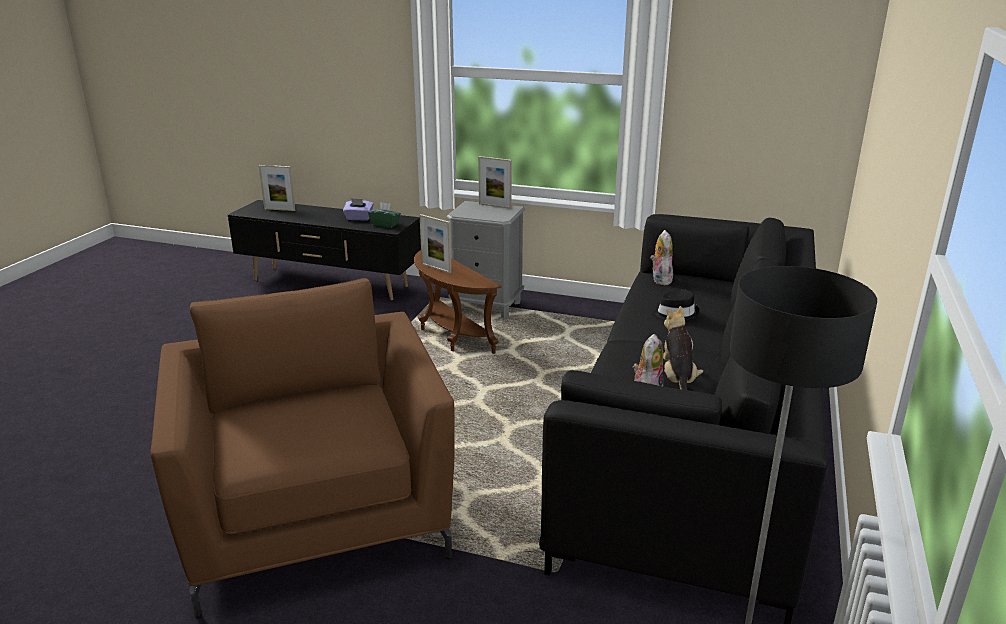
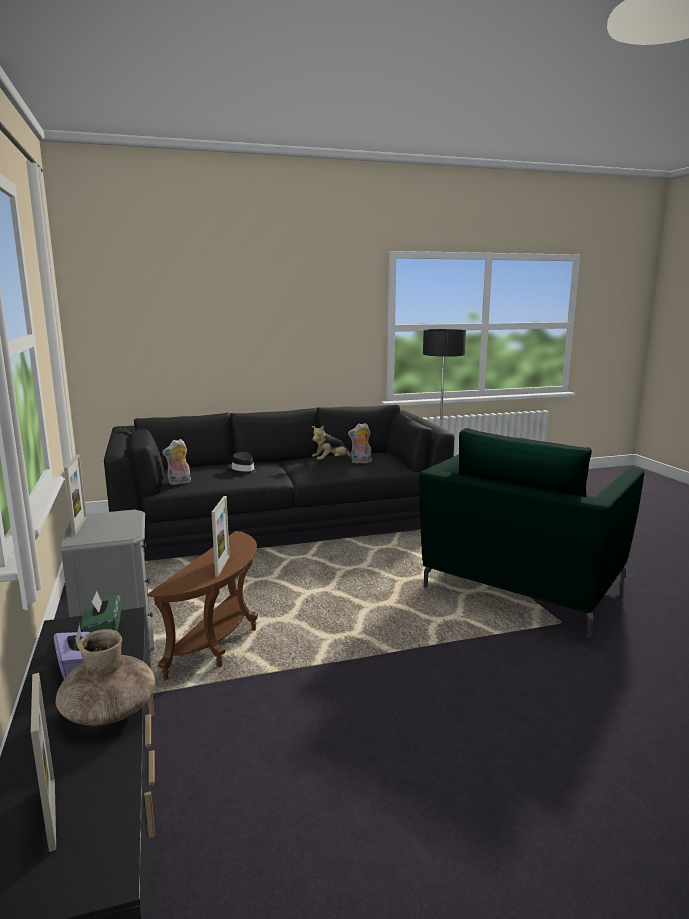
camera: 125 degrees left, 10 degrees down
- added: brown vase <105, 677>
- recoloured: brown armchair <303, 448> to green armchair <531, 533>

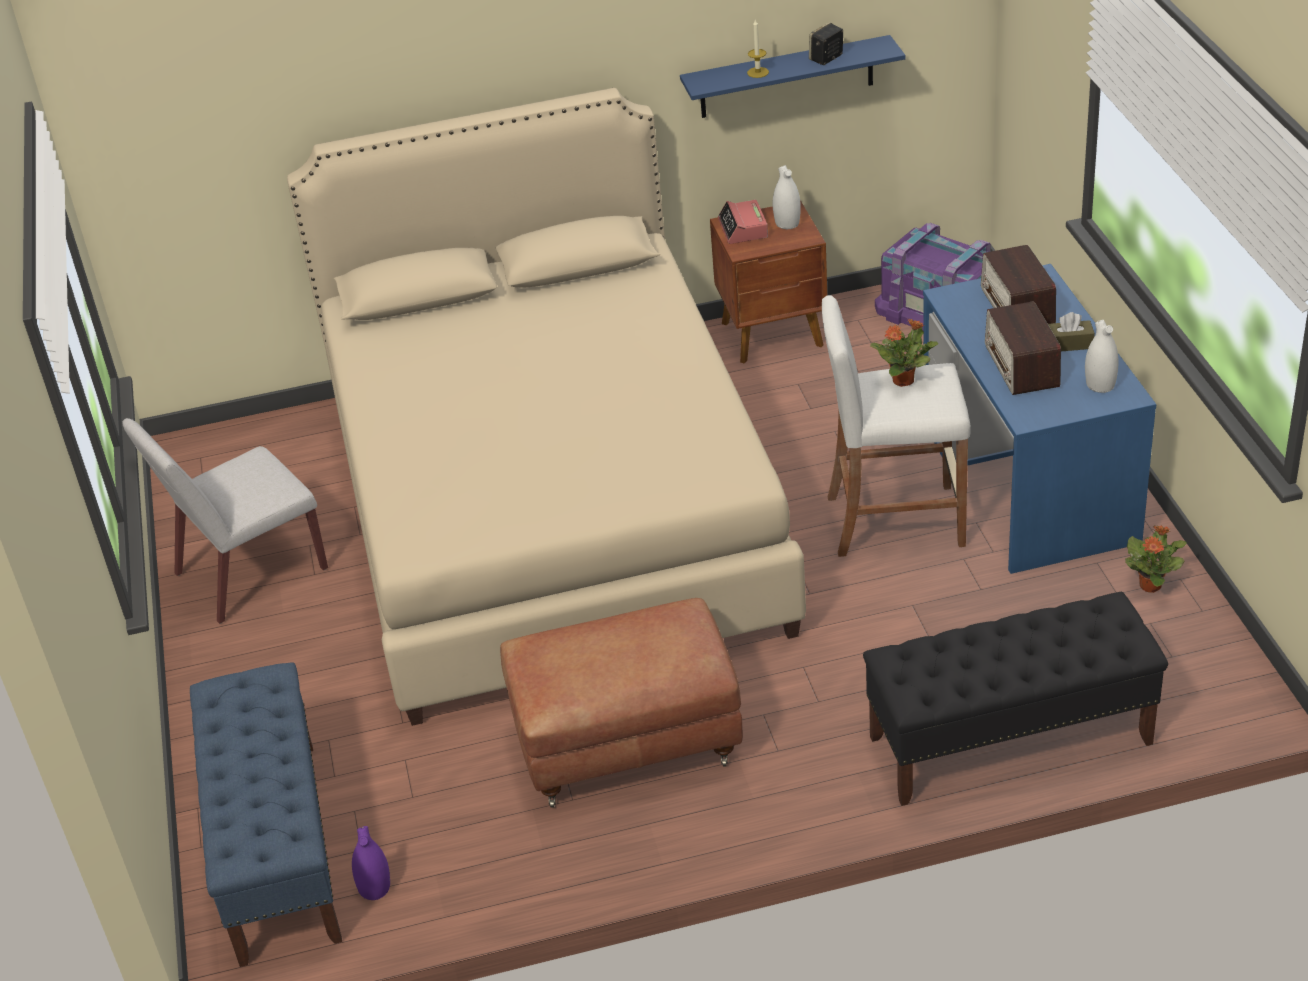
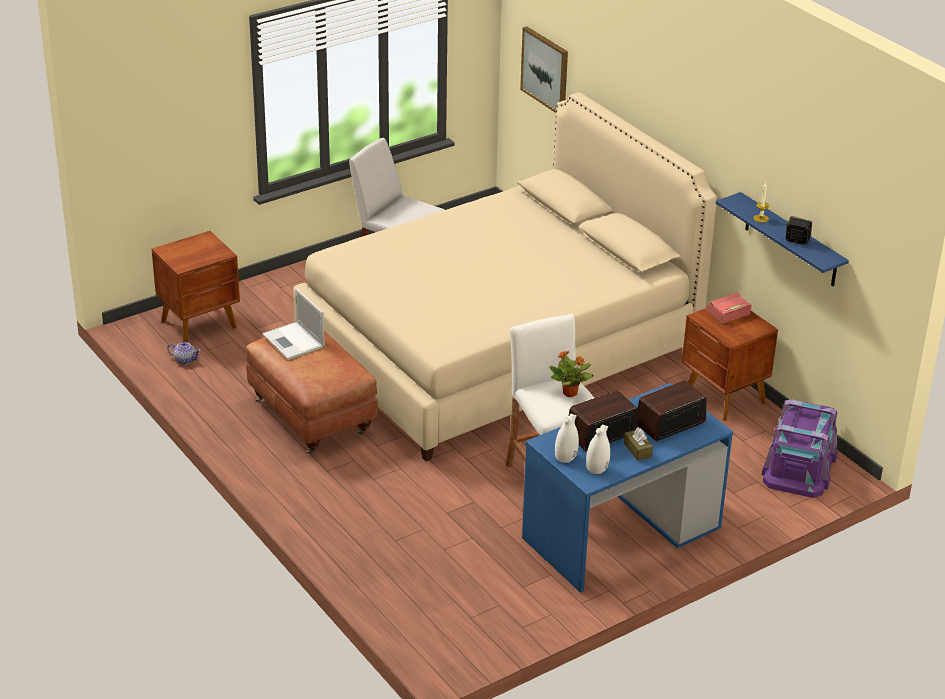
camera: 65 degrees right, 5 degrees down
- removed: black bench <1015, 699>
- removed: potted plant <1155, 559>
- added: laptop <293, 324>
- added: picture <544, 70>
- moved: white vase <787, 197> to <567, 438>
- replaced: blue bench <266, 814> to brown nightstand <196, 286>
- replaced: purple vase <371, 863> to teapot <184, 353>

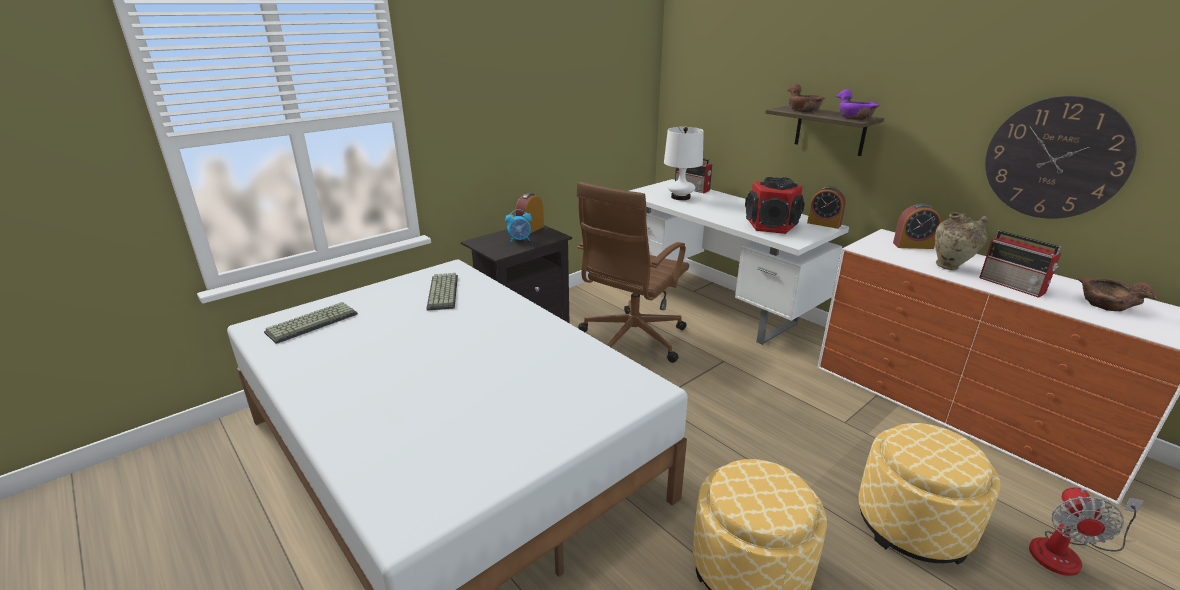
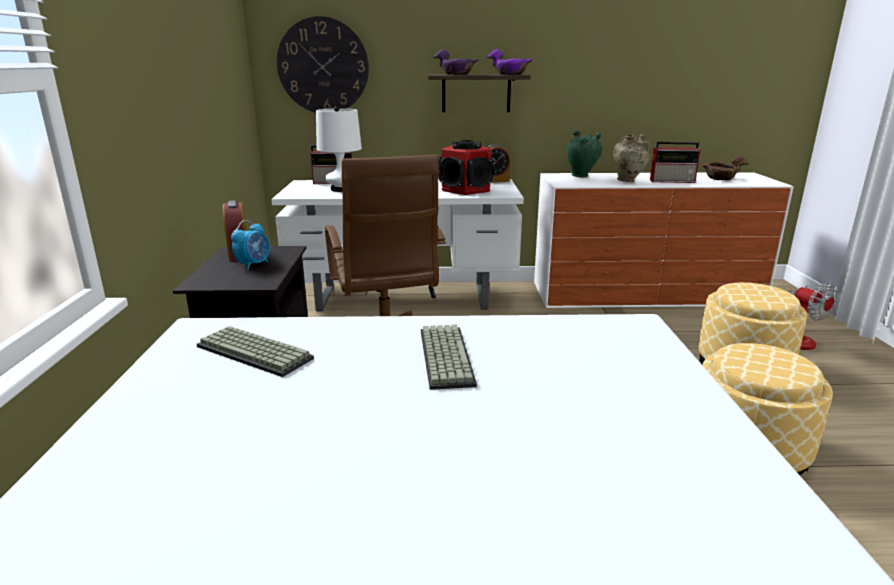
camera: 50 degrees left, 5 degrees down
- moved: keyboard <311, 323> to <449, 357>
- moved: wall clock <1061, 157> to <323, 64>
- replaced: alarm clock <917, 226> to green vase <584, 154>
- recoloured: brown bowl <806, 98> to purple bowl <456, 62>

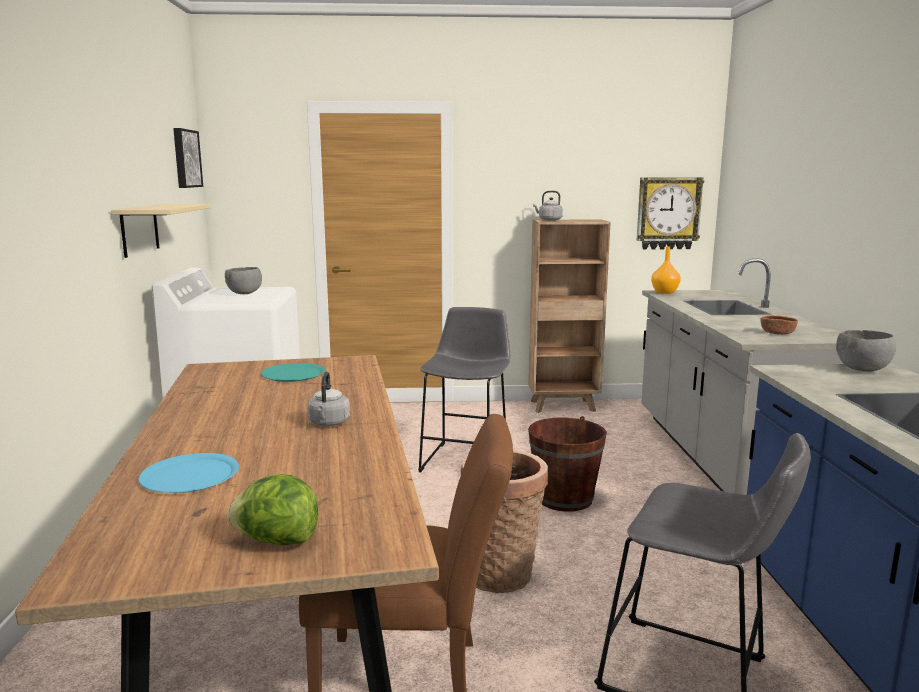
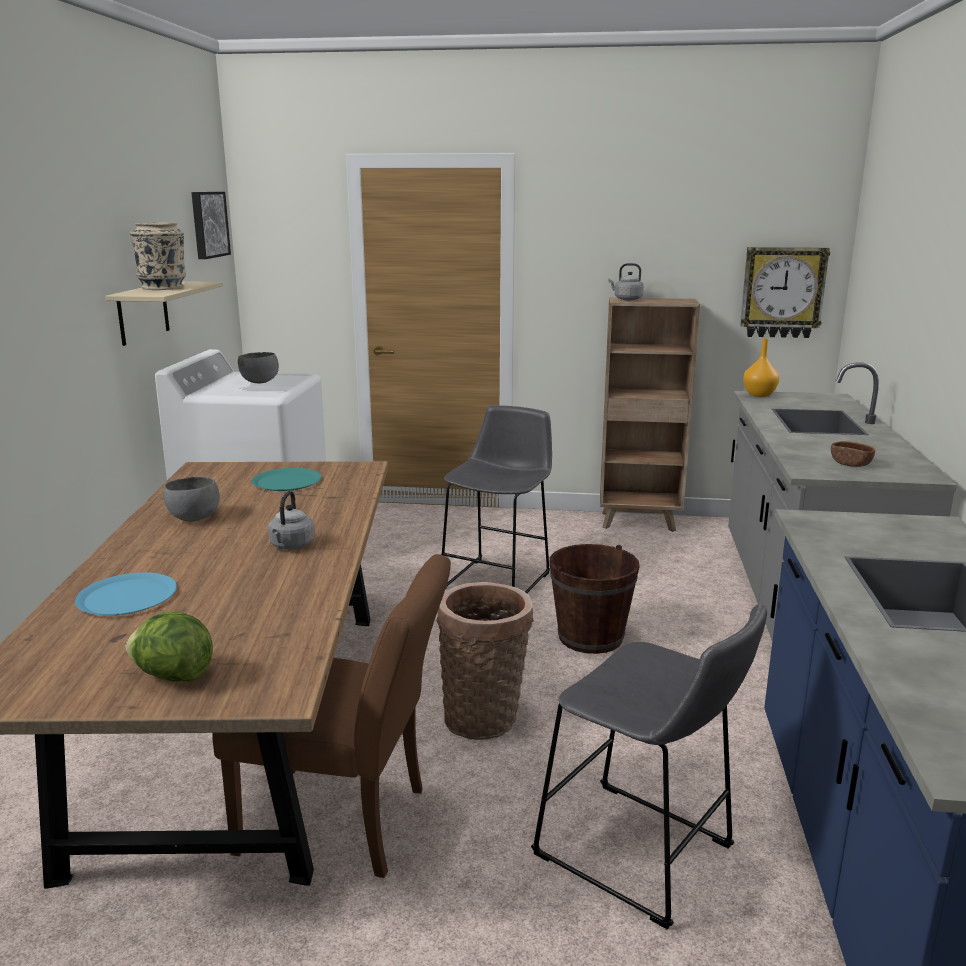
camera: 10 degrees right, 5 degrees up
- added: beige vase <158, 256>
- moved: grey bowl <866, 351> to <191, 499>

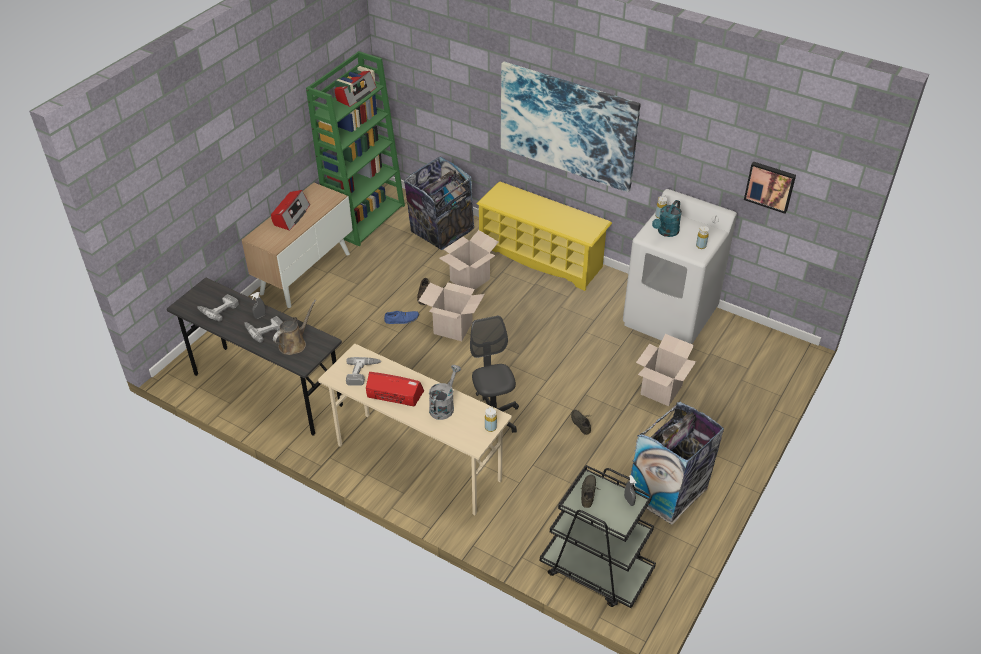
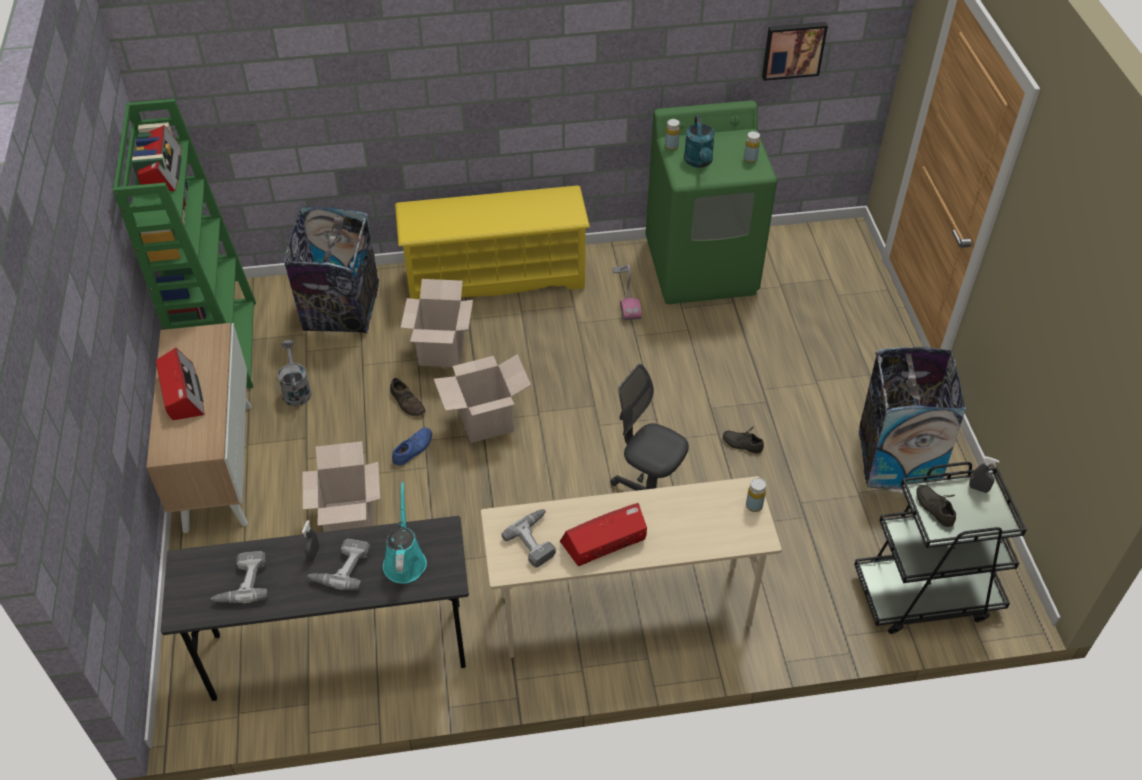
camera: 40 degrees left, 5 degrees up
- removed: picture <571, 127>
- added: vacuum cleaner <627, 292>
- moved: grey watering can <445, 392> to <294, 373>
- moved: cardboard box <666, 370> to <341, 486>
- recoloured: brown watering can <294, 327> to turquoise watering can <405, 533>
- recoloured: white washing machine <680, 266> to green washing machine <711, 202>

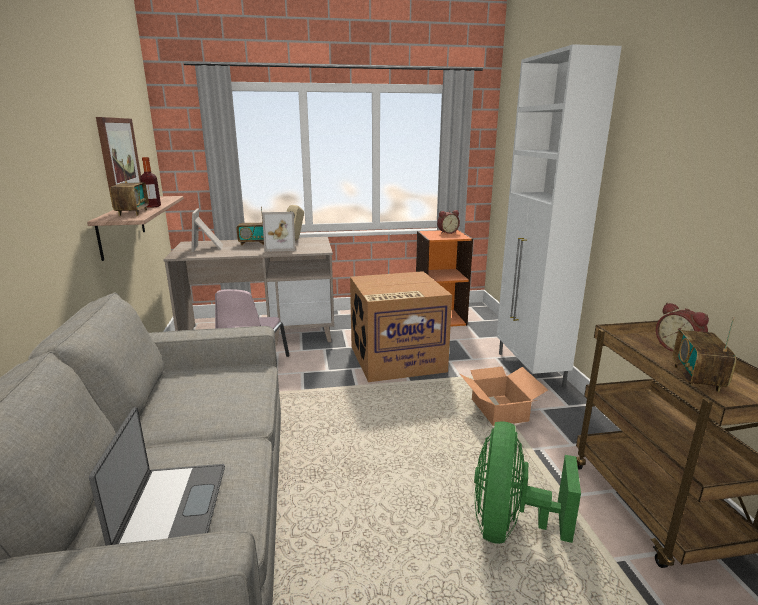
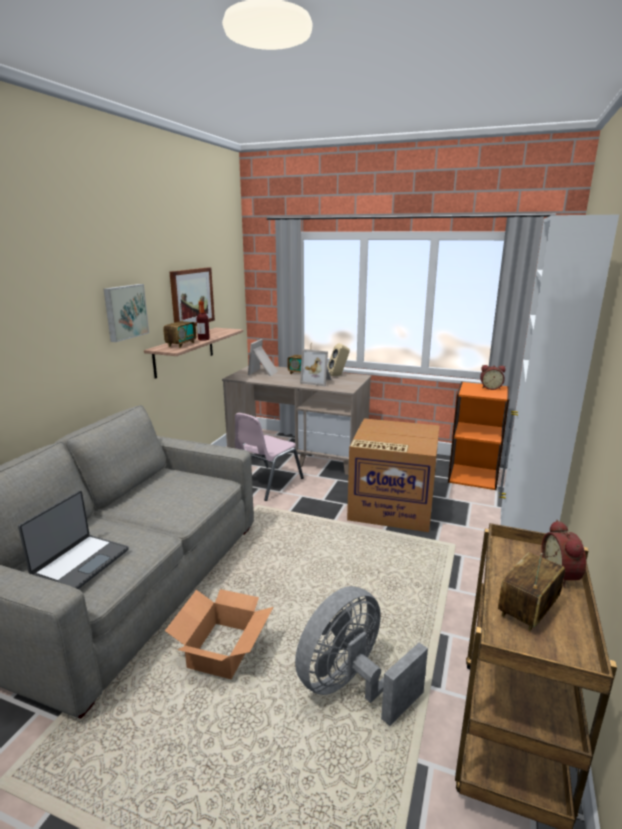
camera: 30 degrees right, 0 degrees up
- added: picture <126, 313>
- moved: cardboard box <504, 396> to <219, 634>
- recoloured: green fan <527, 483> to grey fan <361, 656>

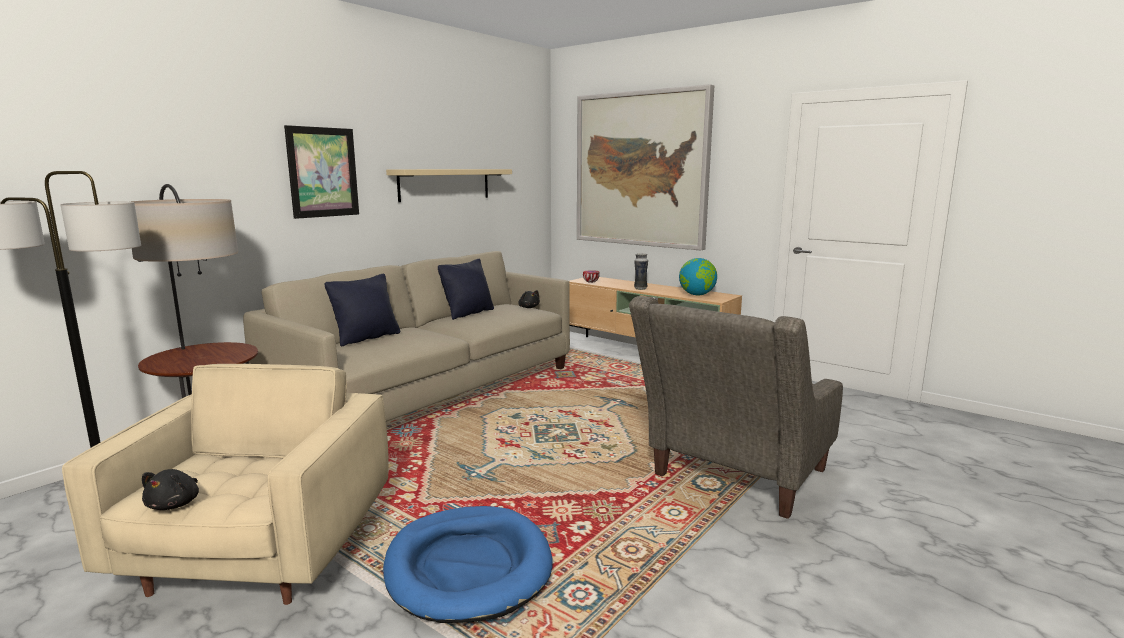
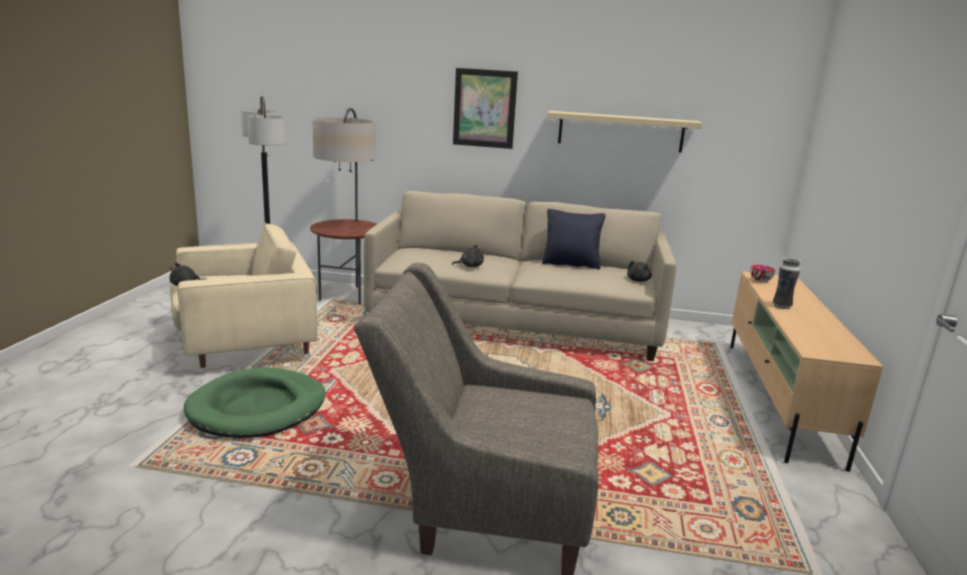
camera: 60 degrees right, 5 degrees up
- removed: black pillow <362, 310>
- removed: picture <645, 167>
- removed: globe <698, 276>
- added: black plush toy <468, 256>
- recoloured: blue dog bed <468, 564> to green dog bed <255, 402>

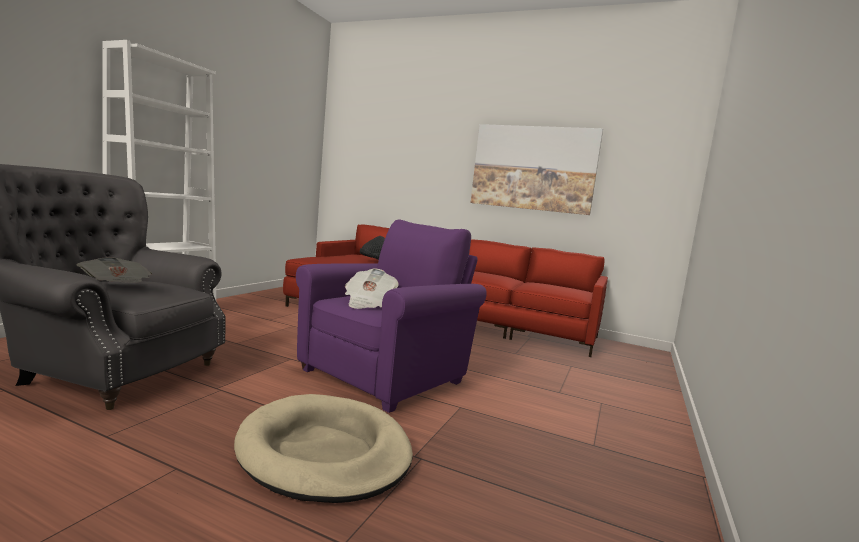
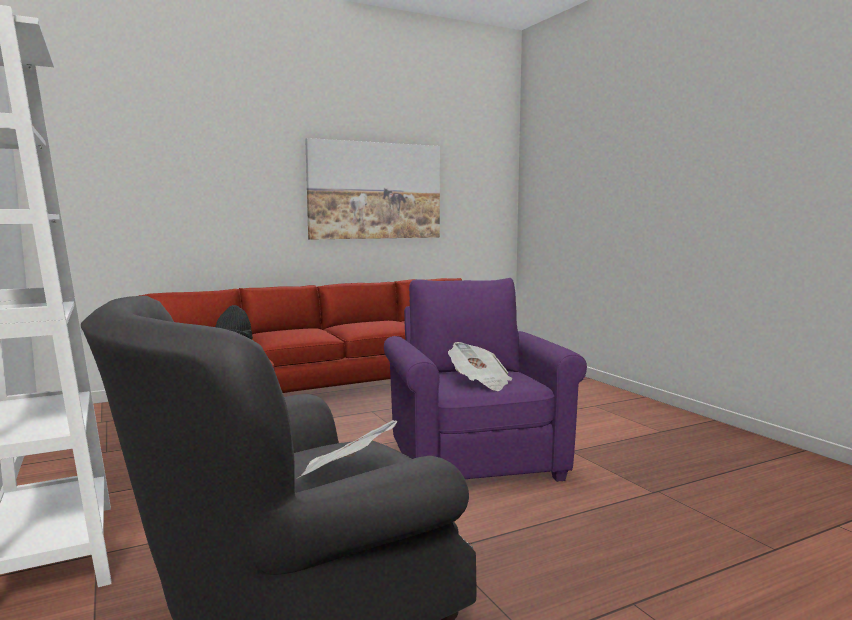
camera: 50 degrees left, 0 degrees up
- removed: beige dog bed <323, 448>

